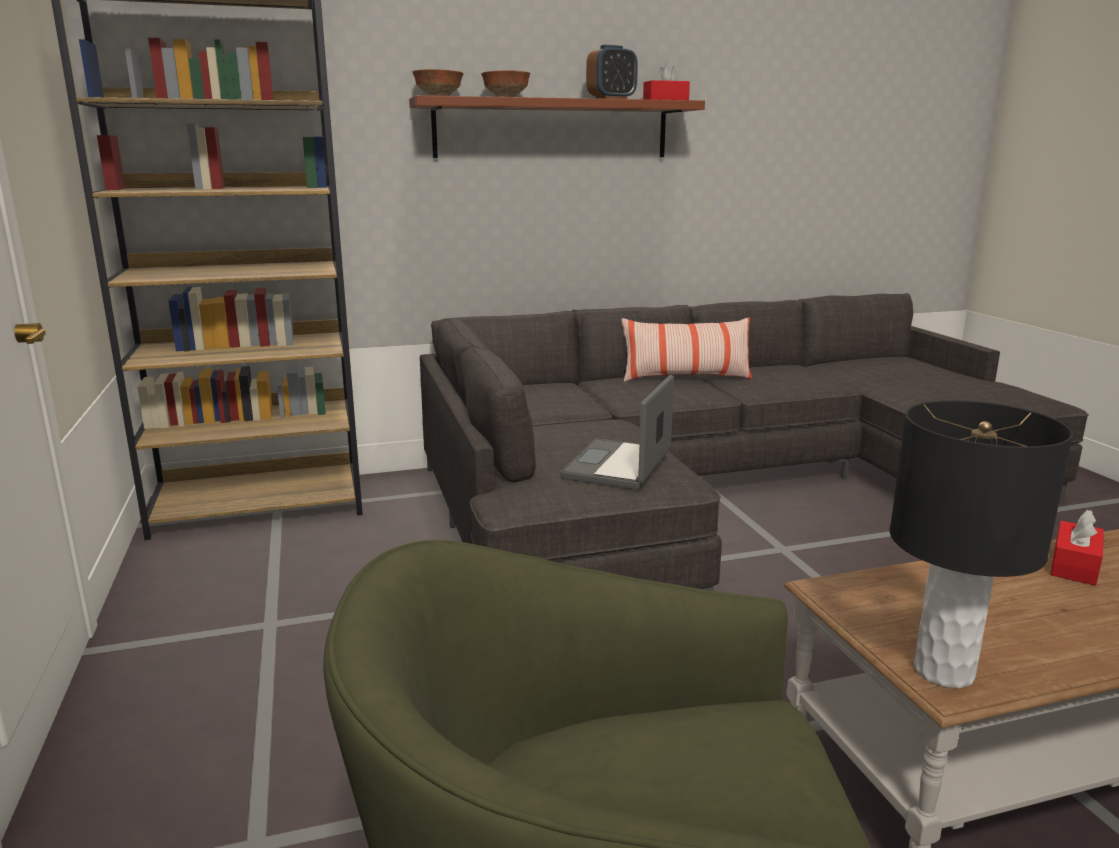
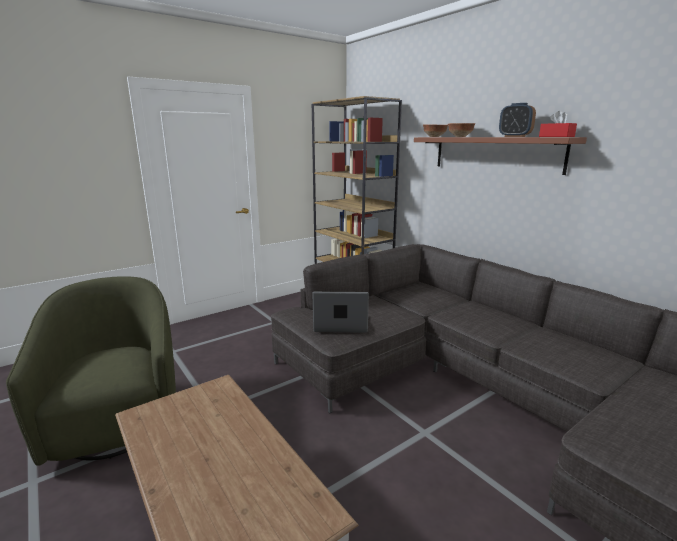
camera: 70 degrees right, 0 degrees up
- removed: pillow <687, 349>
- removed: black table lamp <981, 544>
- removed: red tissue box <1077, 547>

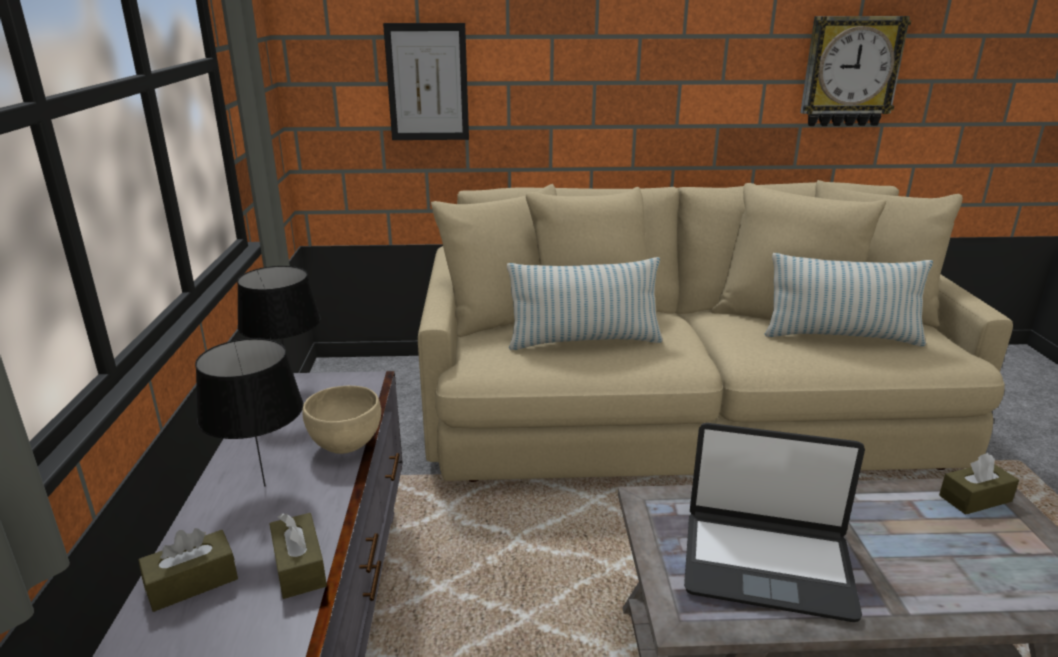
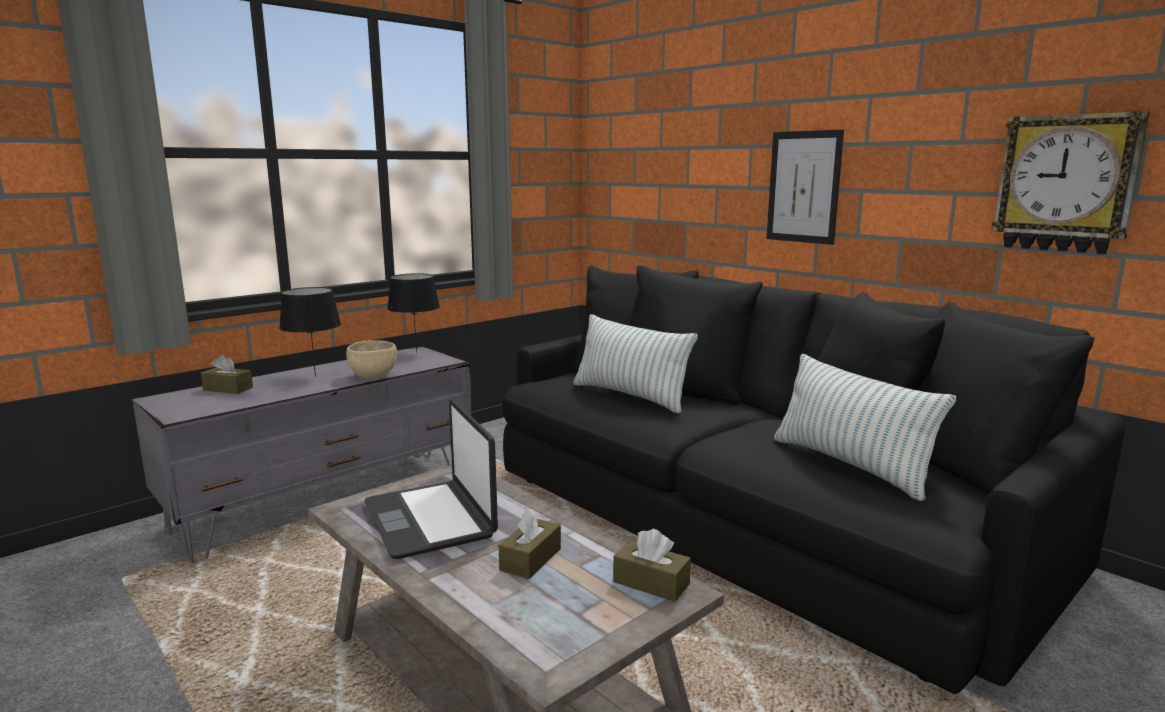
camera: 50 degrees right, 10 degrees down
- moved: brown tissue box <298, 556> to <529, 543>
- moved: picture <426, 81> to <805, 187>
- recoloured: beige sofa <715, 331> to black sofa <813, 479>

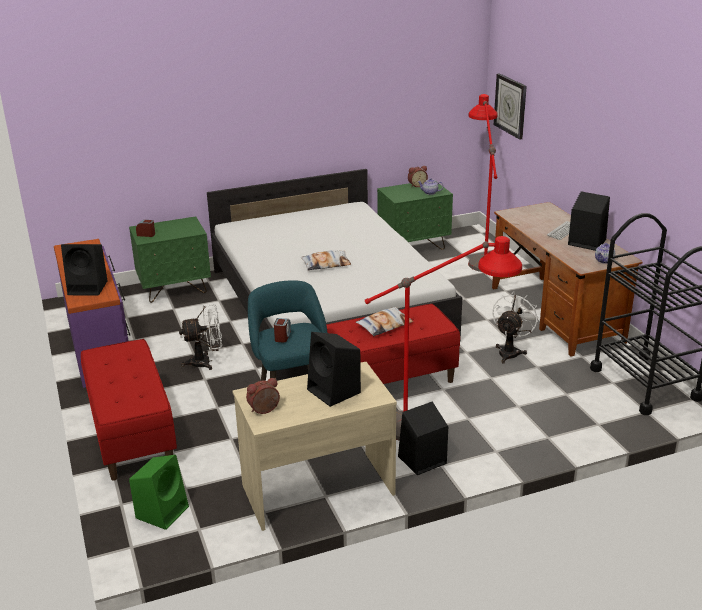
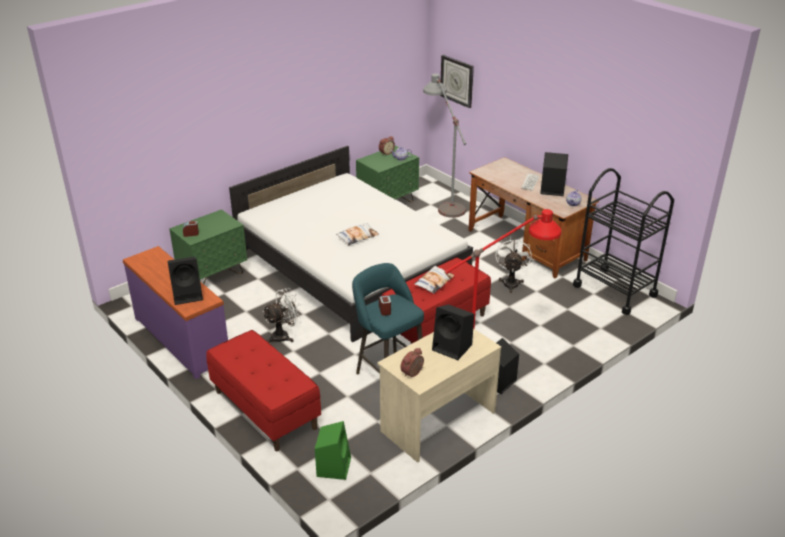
camera: 20 degrees left, 5 degrees up
- recoloured: red floor lamp <483, 183> to grey floor lamp <444, 145>

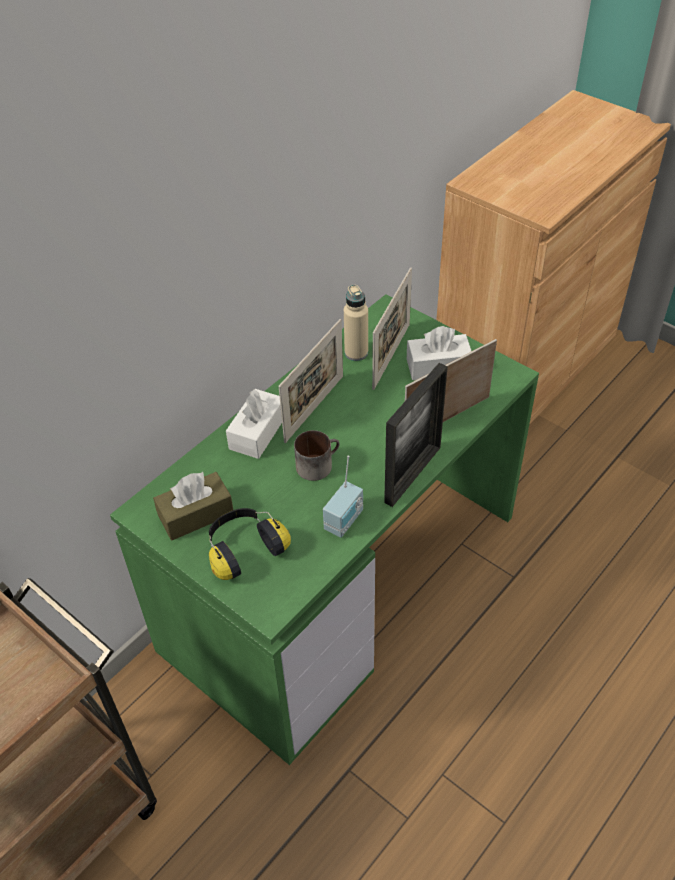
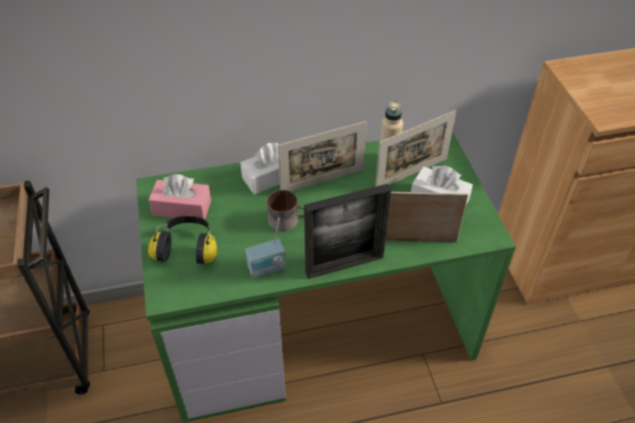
camera: 35 degrees right, 0 degrees up
- recoloured: brown tissue box <193, 506> to pink tissue box <180, 196>

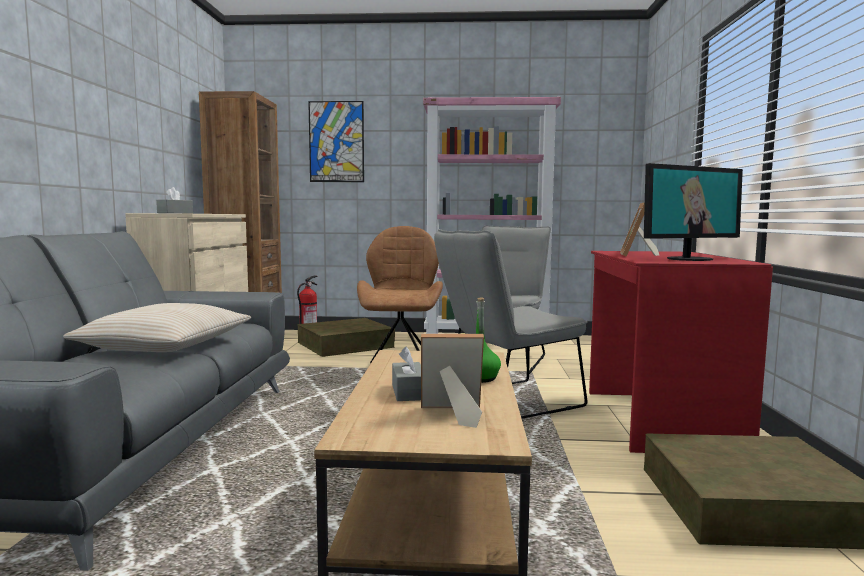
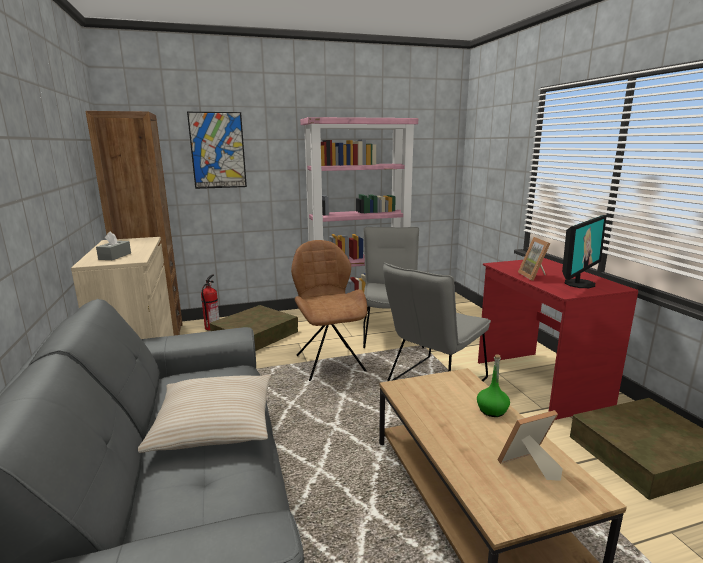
camera: 20 degrees left, 10 degrees up
- removed: grey tissue box <406, 374>

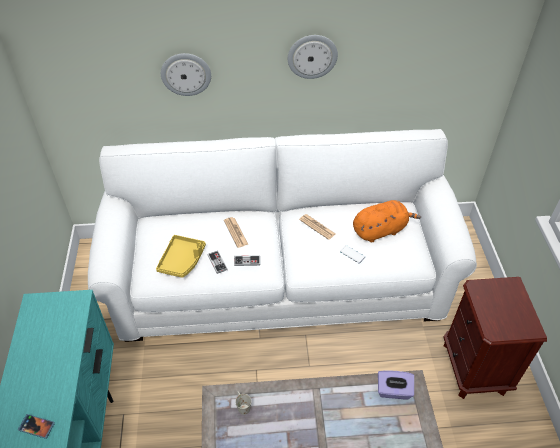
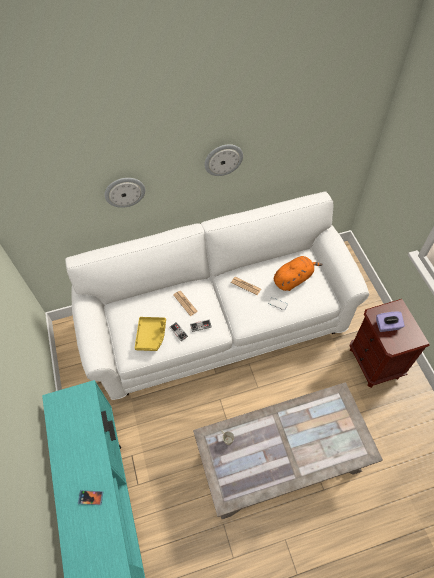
camera: 10 degrees left, 10 degrees up
- moved: purple tissue box <396, 384> to <390, 321>

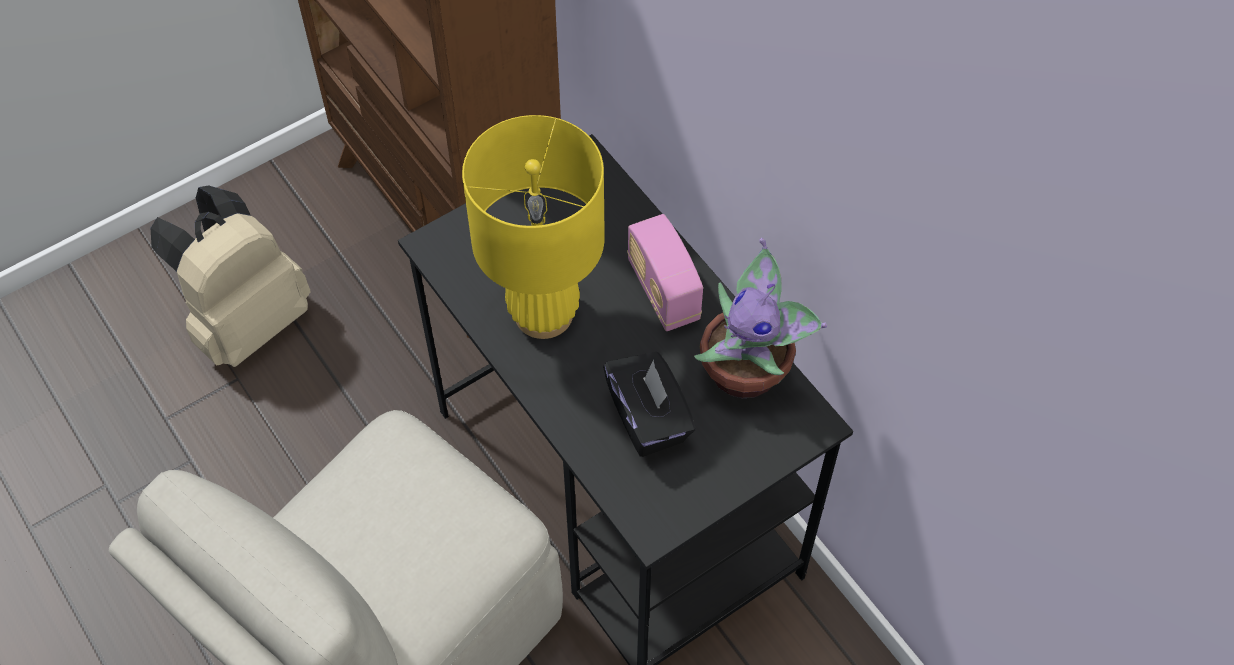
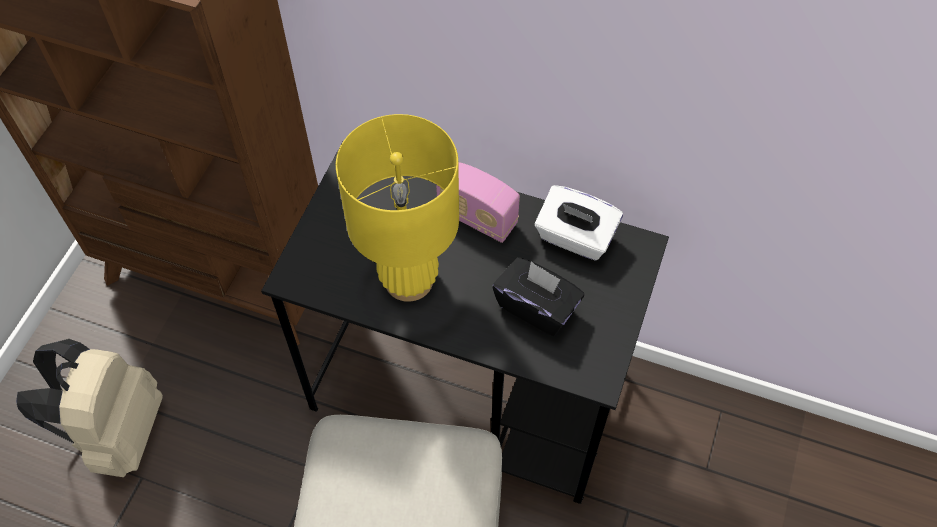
camera: 35 degrees left, 0 degrees up
- replaced: potted plant <760, 318> to white tissue box <579, 222>

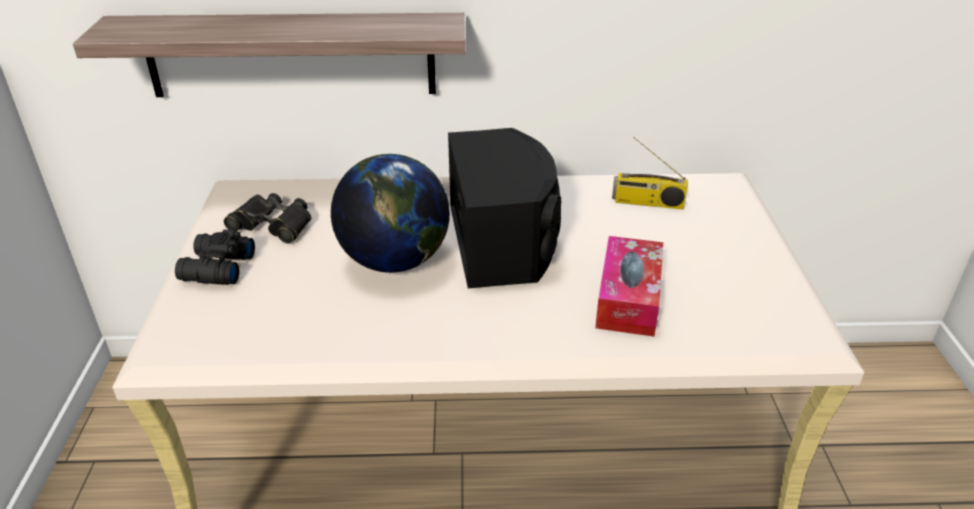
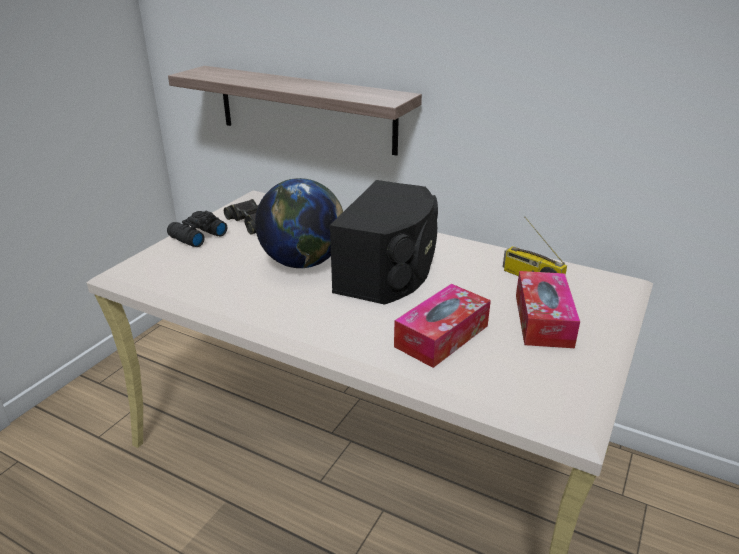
camera: 30 degrees right, 5 degrees down
- added: tissue box <548, 309>

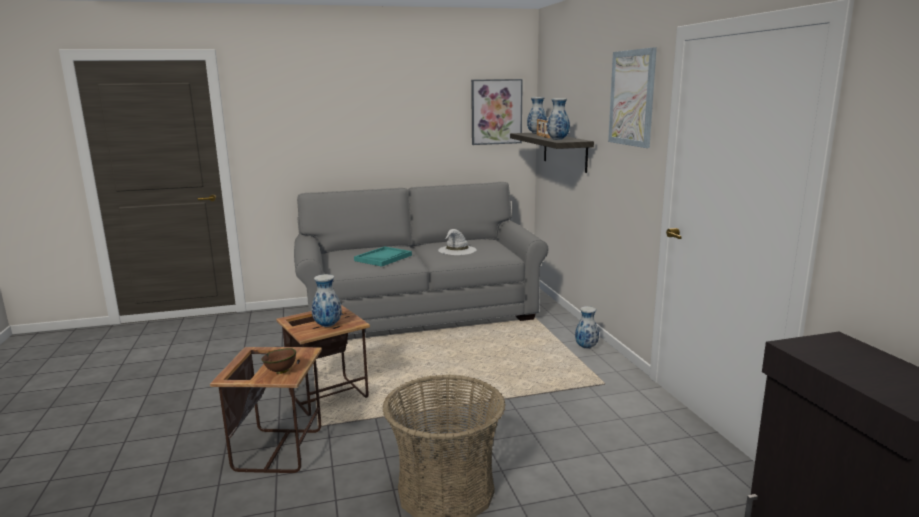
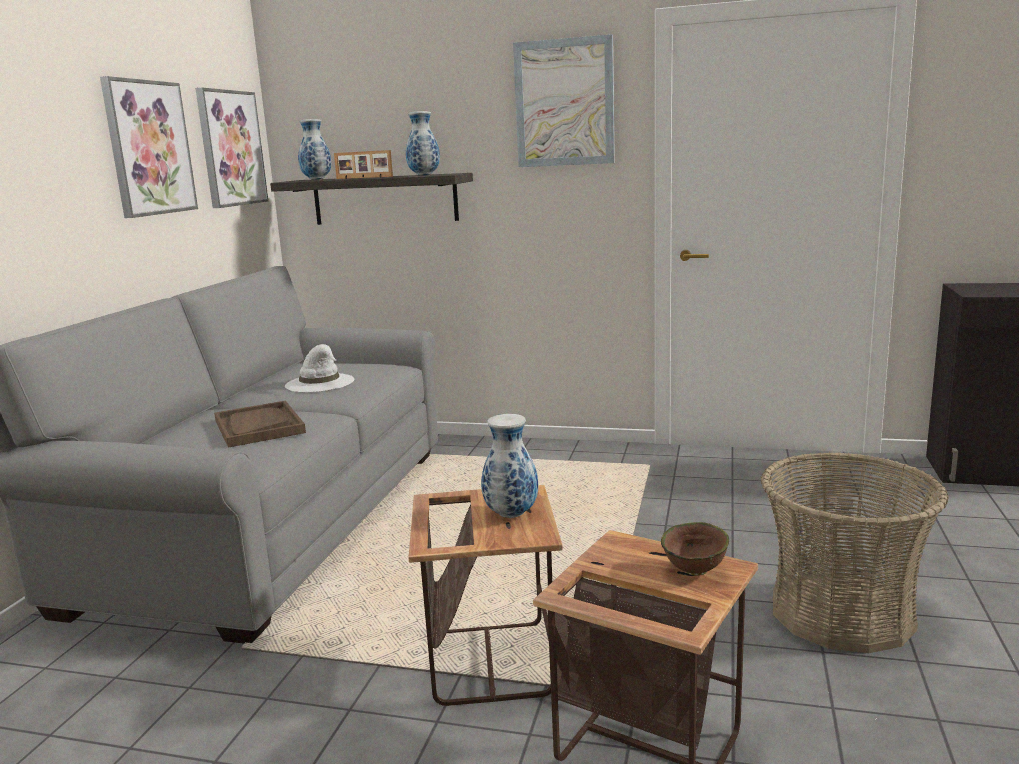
camera: 60 degrees left, 0 degrees up
- removed: vase <587, 327>
- added: picture <149, 147>
- recoloured: turquoise tray <383, 256> to brown tray <260, 424>

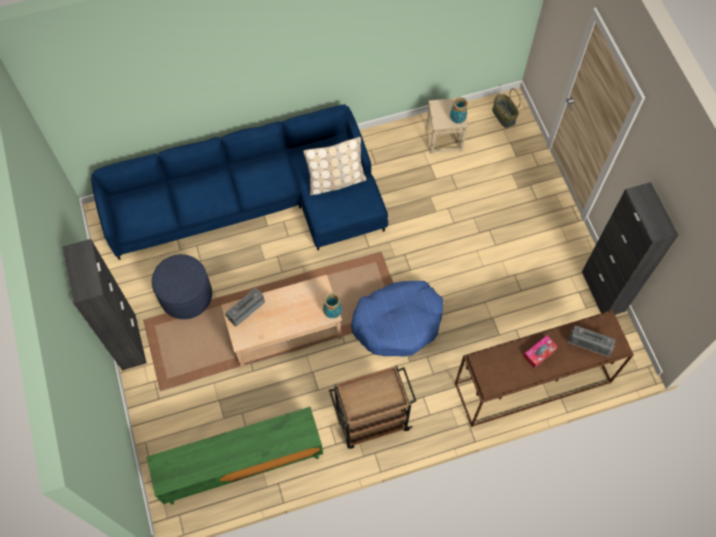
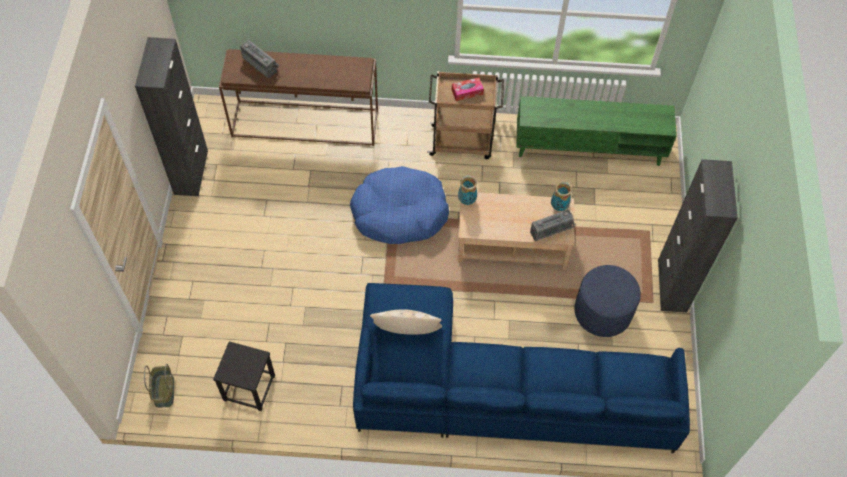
camera: 160 degrees left, 5 degrees down
- moved: vase <459, 110> to <561, 196>
- moved: tissue box <540, 351> to <468, 89>
- recoloured: beige stool <447, 126> to black stool <244, 376>

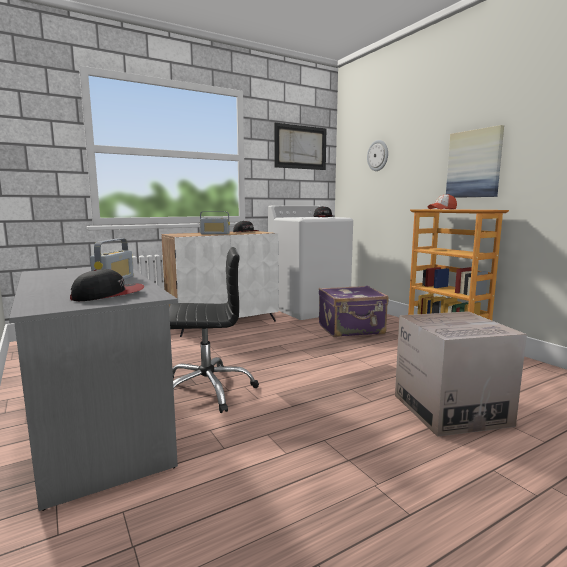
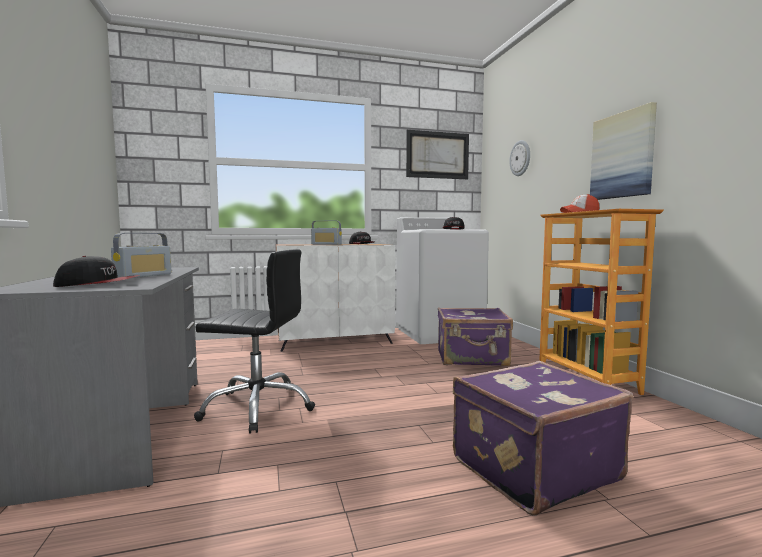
camera: 15 degrees right, 5 degrees down
- replaced: cardboard box <461, 374> to purple suitcase <543, 438>

